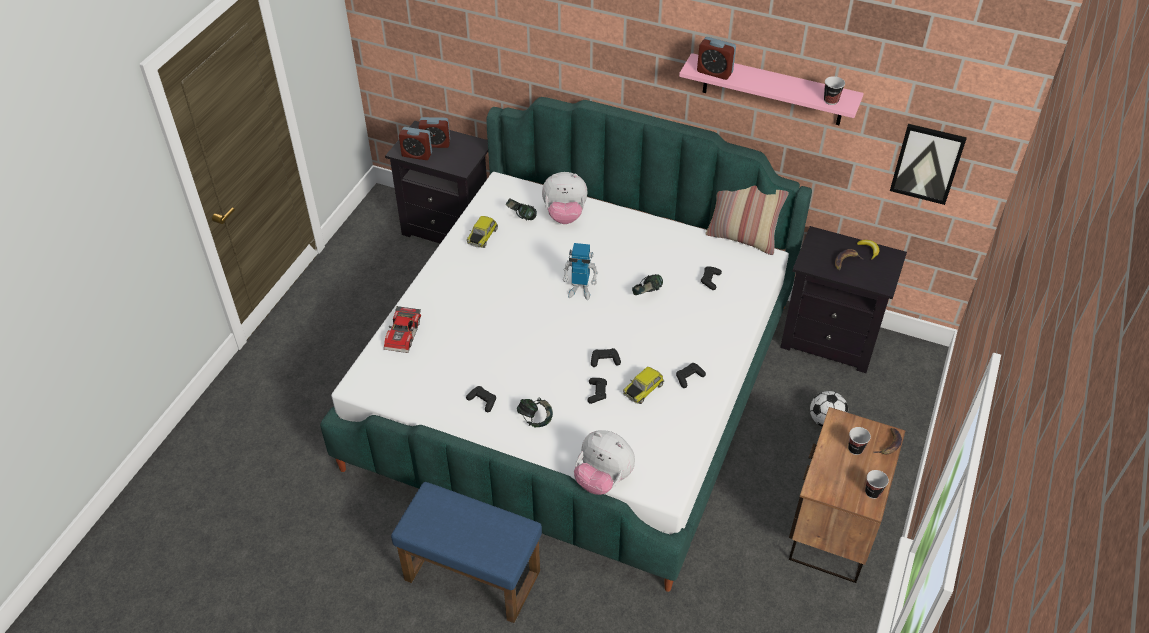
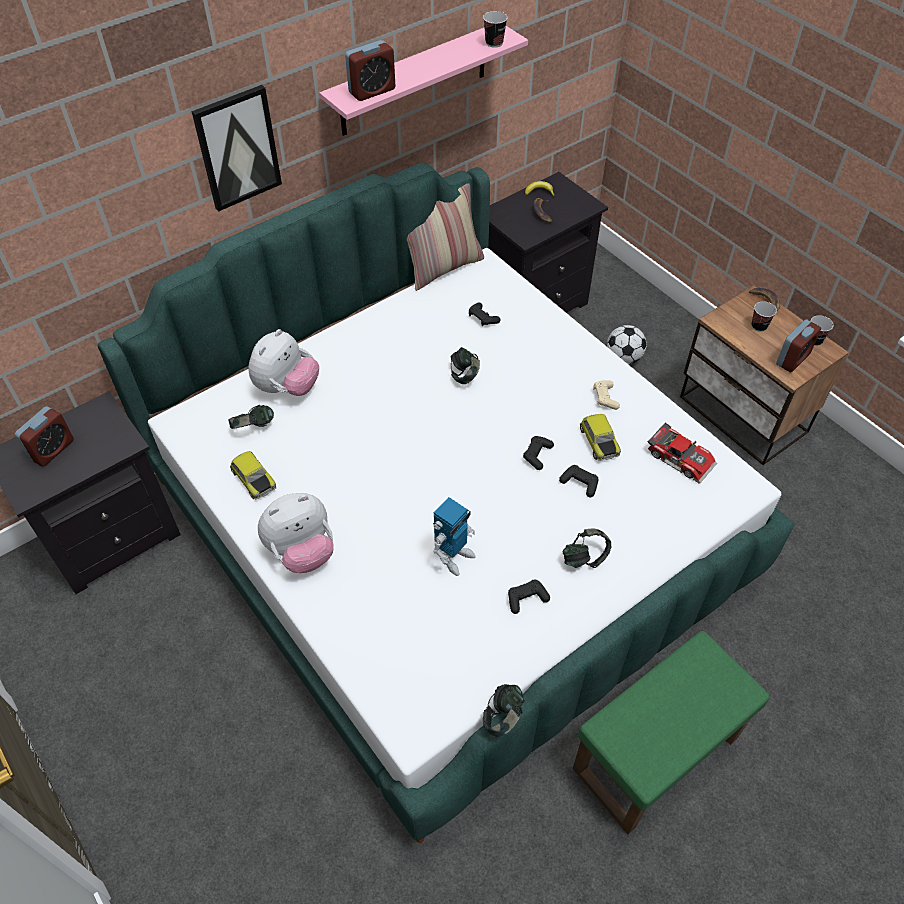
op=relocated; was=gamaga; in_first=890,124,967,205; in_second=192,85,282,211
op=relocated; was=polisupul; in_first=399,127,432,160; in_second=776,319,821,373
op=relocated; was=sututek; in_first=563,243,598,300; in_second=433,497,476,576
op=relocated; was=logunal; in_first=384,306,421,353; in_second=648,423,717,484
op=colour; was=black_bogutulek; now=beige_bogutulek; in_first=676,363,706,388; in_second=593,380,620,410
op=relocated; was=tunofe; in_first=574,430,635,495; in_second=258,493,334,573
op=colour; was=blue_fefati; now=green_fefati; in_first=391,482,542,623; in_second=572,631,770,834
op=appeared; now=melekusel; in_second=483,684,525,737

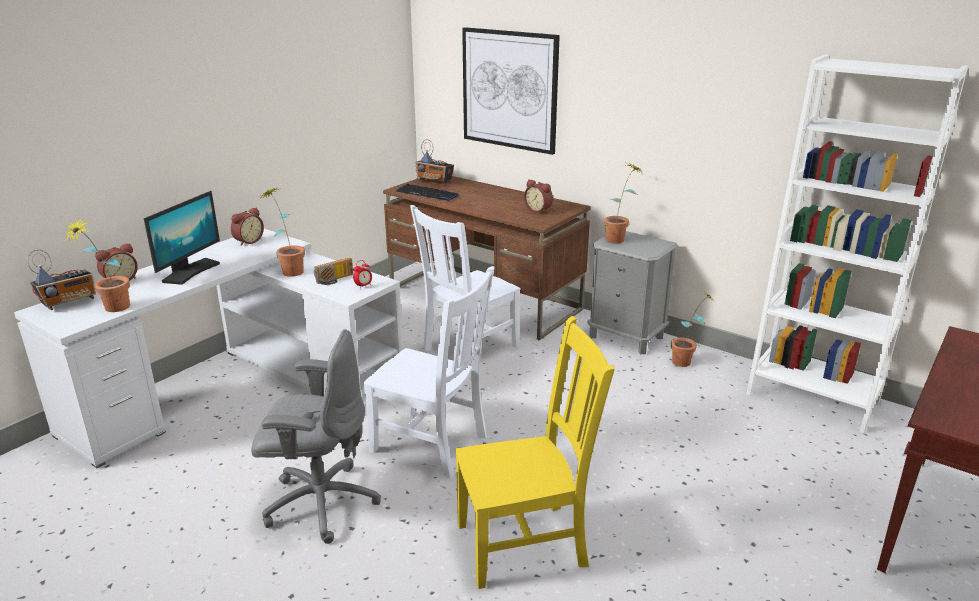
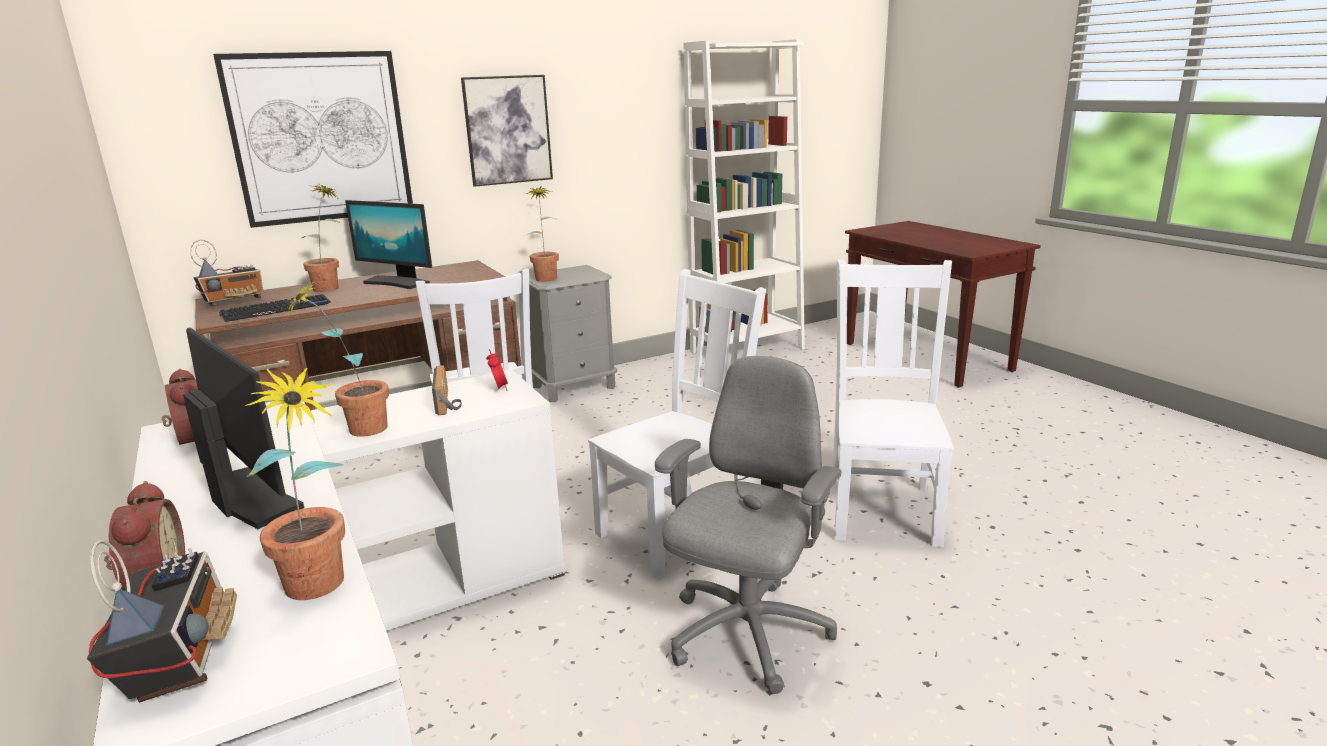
op=missing; was=polisupul; in_first=524,179,553,214
op=relocated; was=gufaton; in_first=671,291,715,367; in_second=302,183,341,292
op=colour; was=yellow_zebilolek; now=white_zebilolek; in_first=455,316,615,589; in_second=833,259,954,547
op=appeared; now=gamaga; in_second=461,75,553,187
op=appeared; now=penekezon; in_second=345,200,432,289

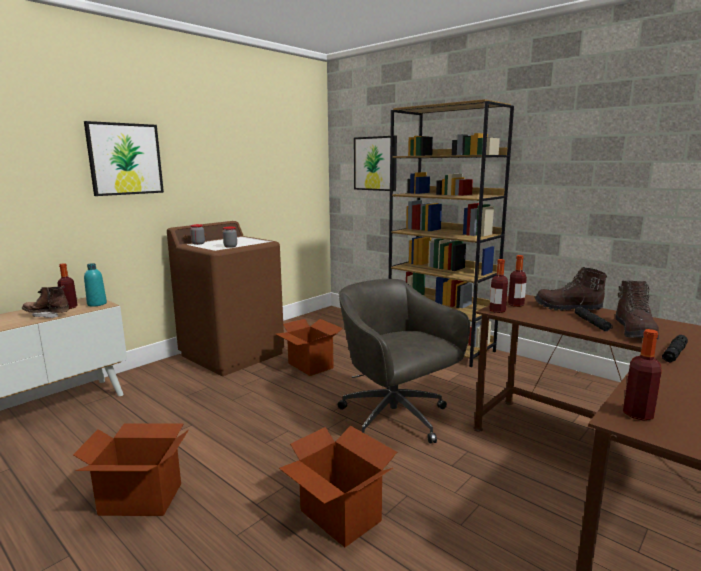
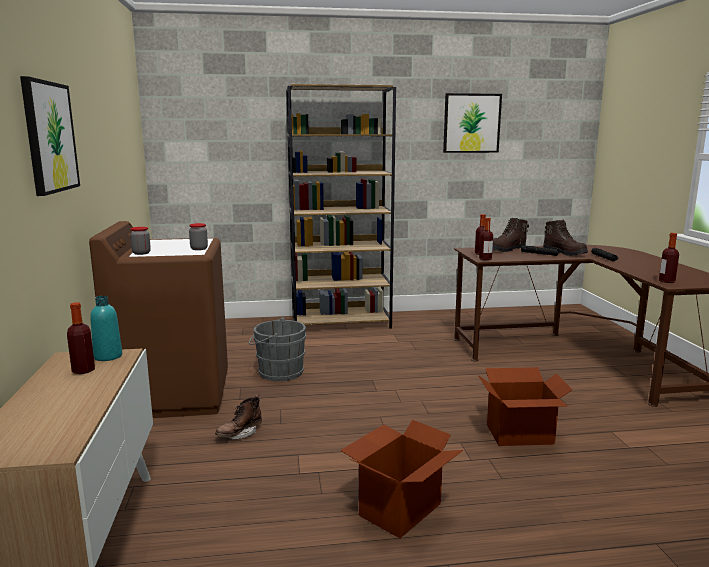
op=relocated; was=gamaga; in_first=354,136,397,191; in_second=443,93,502,153
op=missing; was=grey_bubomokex; in_first=337,279,470,444
op=relocated; was=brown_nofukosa; in_first=22,285,69,319; in_second=215,394,262,440
op=exchanged; was=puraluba; now=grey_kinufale; in_first=276,319,343,376; in_second=249,317,307,381

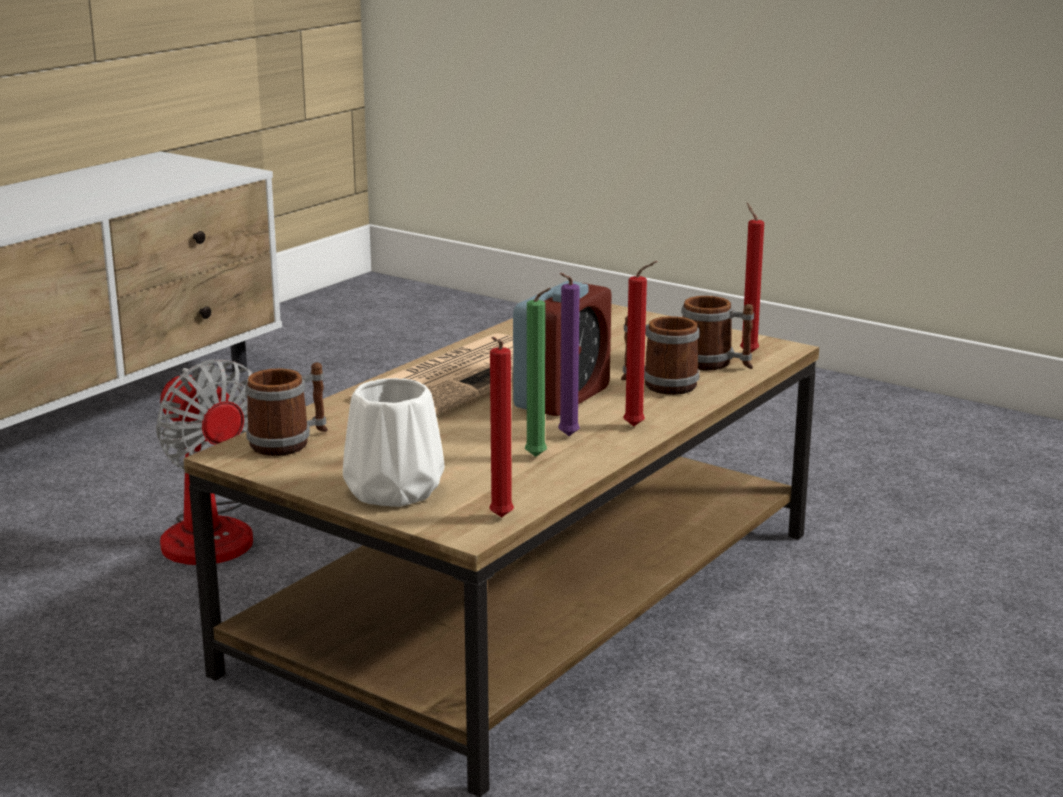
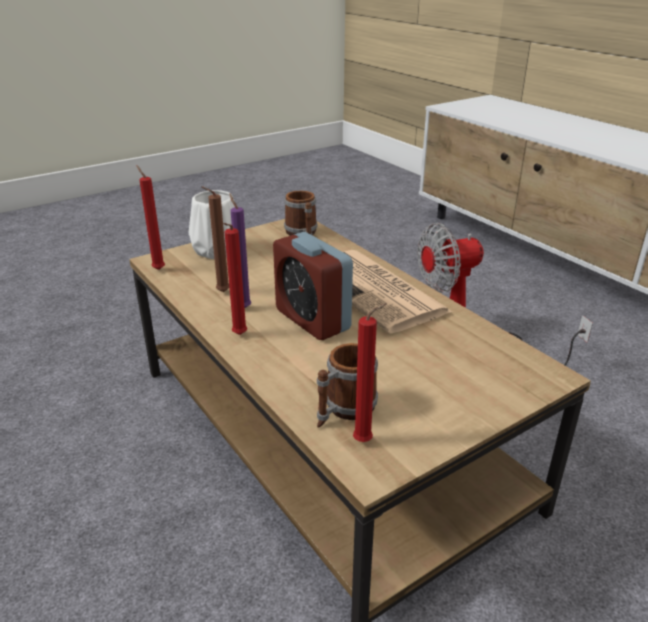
op=colour; was=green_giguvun; now=brown_giguvun; in_first=525,288,551,457; in_second=201,186,229,292
op=missing; was=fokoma; in_first=621,316,700,395

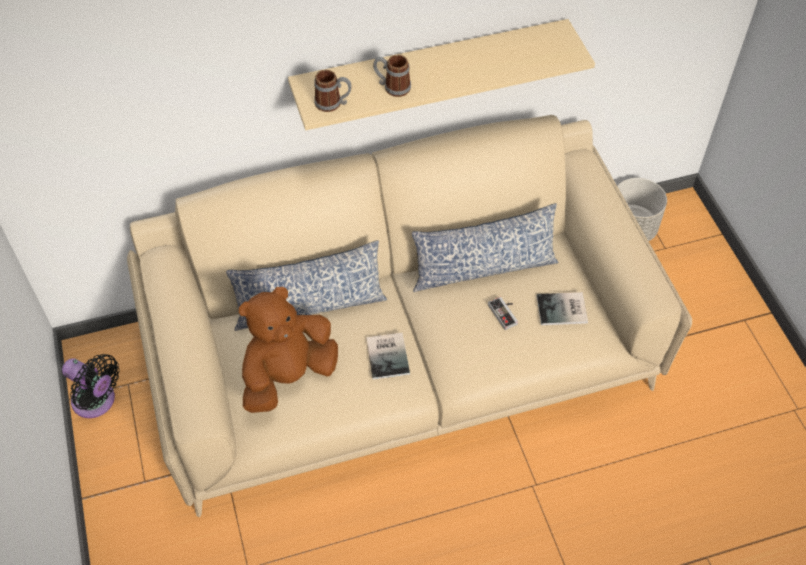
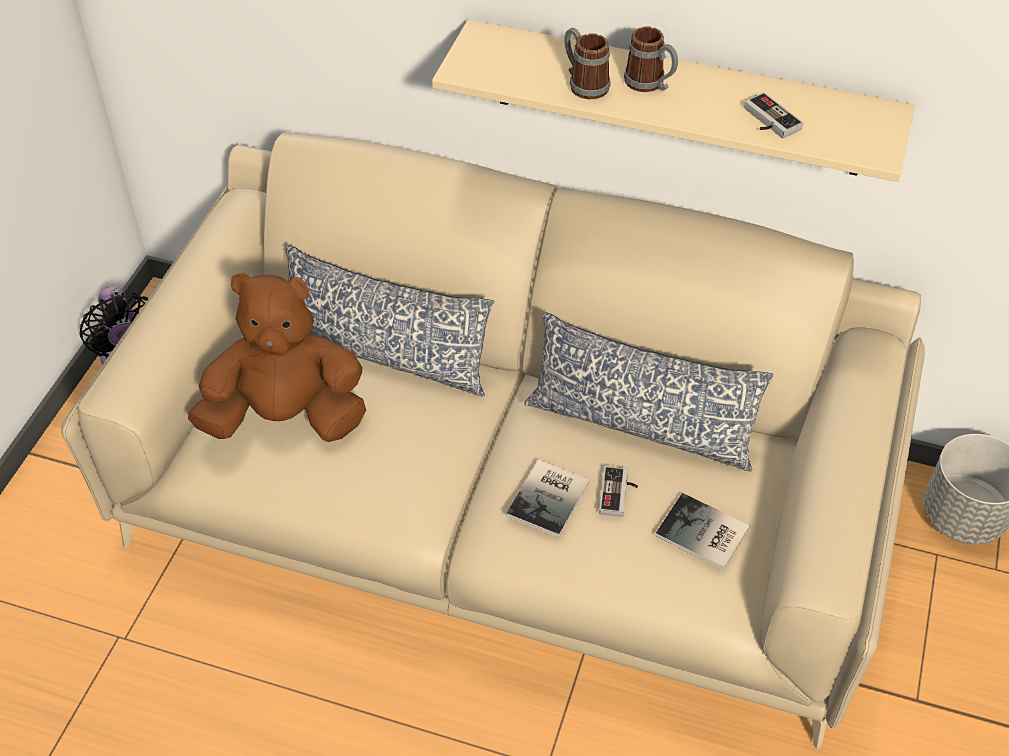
op=relocated; was=fokoma; in_first=314,70,352,112; in_second=624,26,678,92
op=relocated; was=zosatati; in_first=366,333,410,379; in_second=506,460,590,537
op=appeared; now=bogutulek; in_second=744,92,803,139

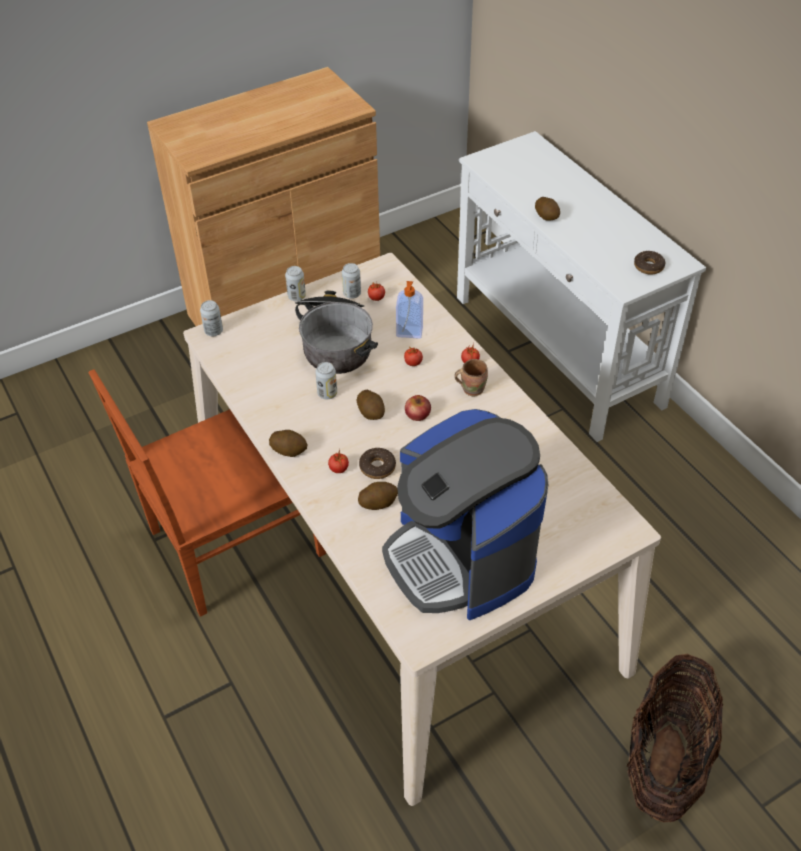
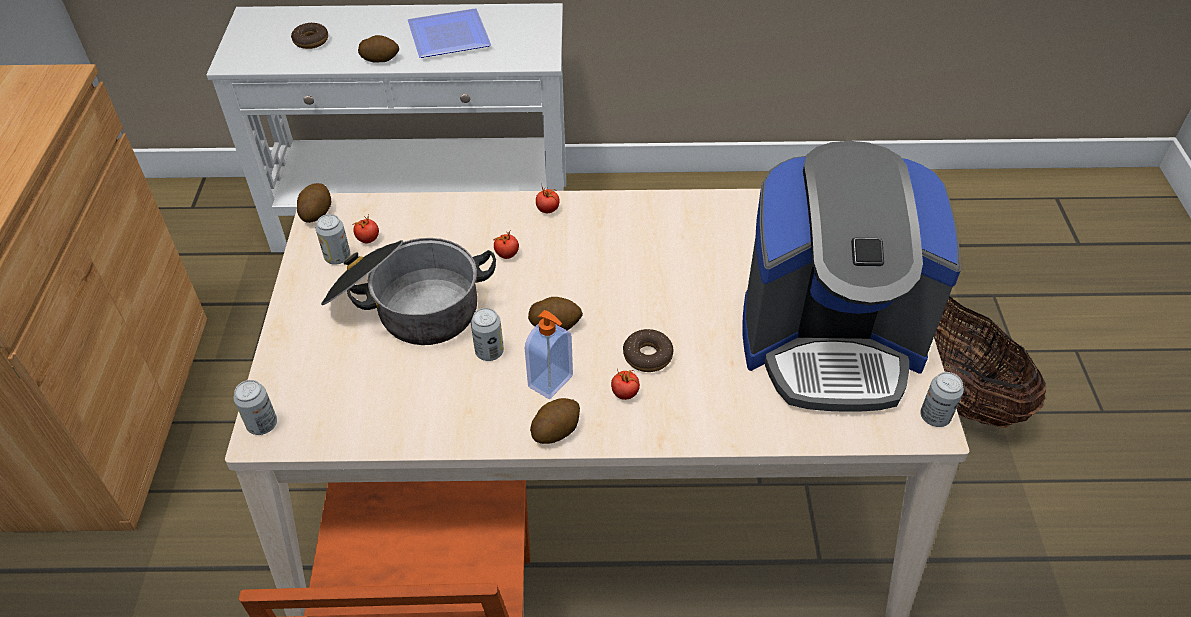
op=relocated; was=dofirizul; in_first=634,251,665,275; in_second=291,23,328,49
op=relocated; was=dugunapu; in_first=285,266,306,301; in_second=920,372,964,427
op=relocated; was=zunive; in_first=396,281,423,339; in_second=525,310,573,399
op=missing; was=brown_fokoma; in_first=455,359,488,396
op=missing; was=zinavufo; in_first=405,395,431,421
op=relocated; was=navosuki; in_first=358,482,398,510; in_second=297,183,331,223
op=appeared; now=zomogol; in_second=408,8,491,58

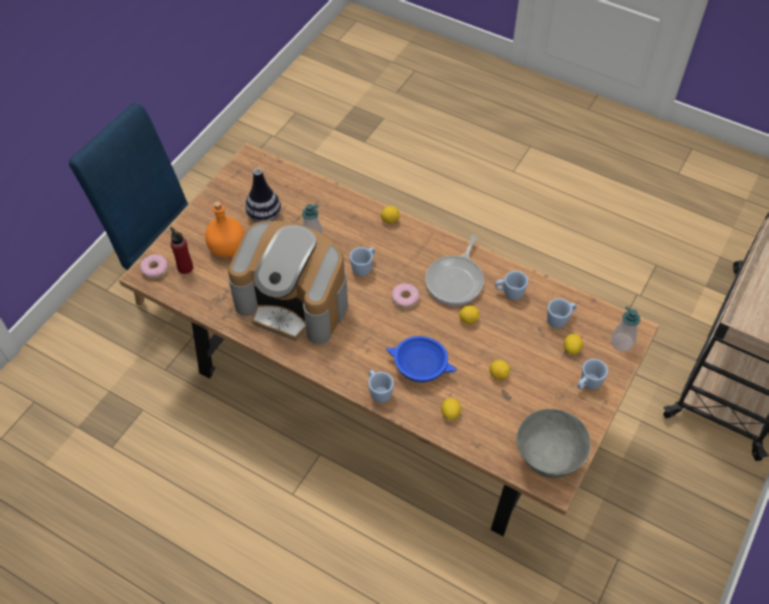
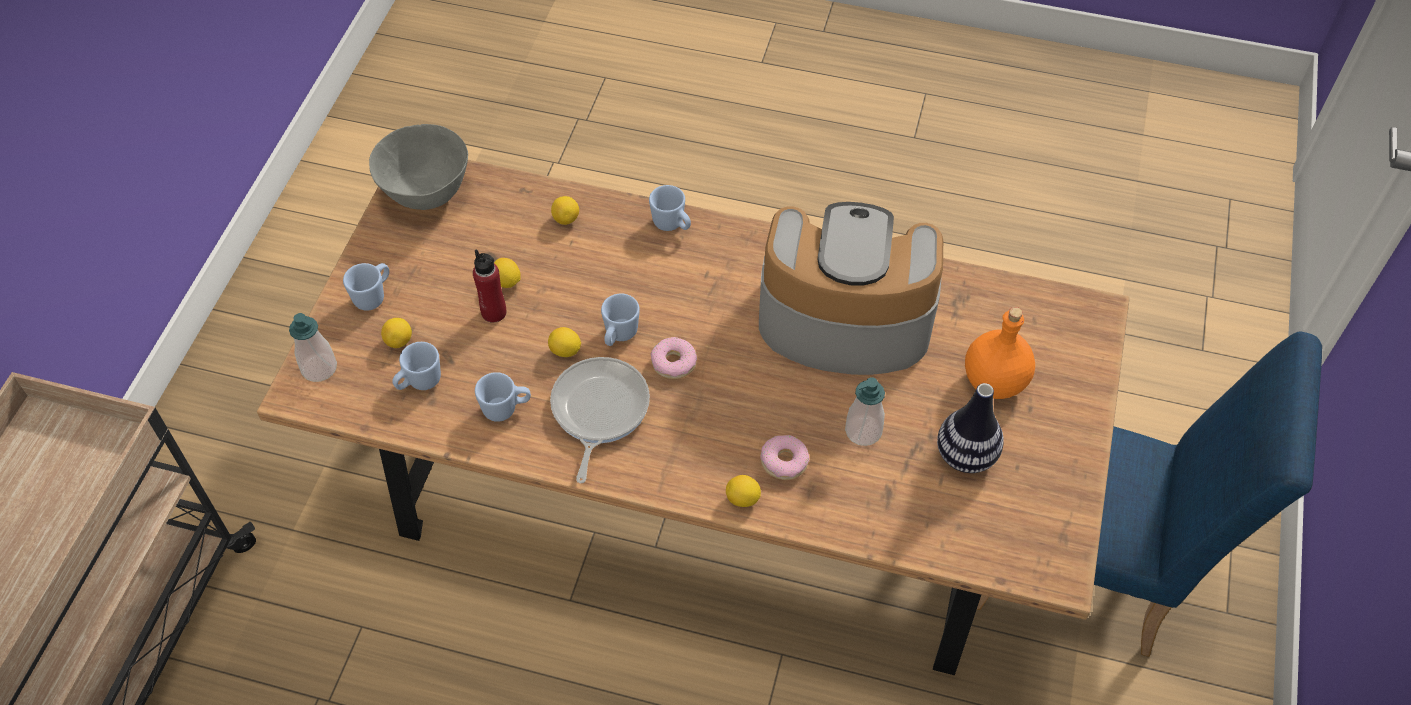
op=relocated; was=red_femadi; in_first=170,227,193,274; in_second=473,249,506,323
op=relocated; was=blue_fokoma; in_first=350,247,375,276; in_second=601,294,640,346
op=relocated; was=dofirizul; in_first=140,254,168,279; in_second=760,435,810,480
op=missing; was=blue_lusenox; in_first=386,336,457,382

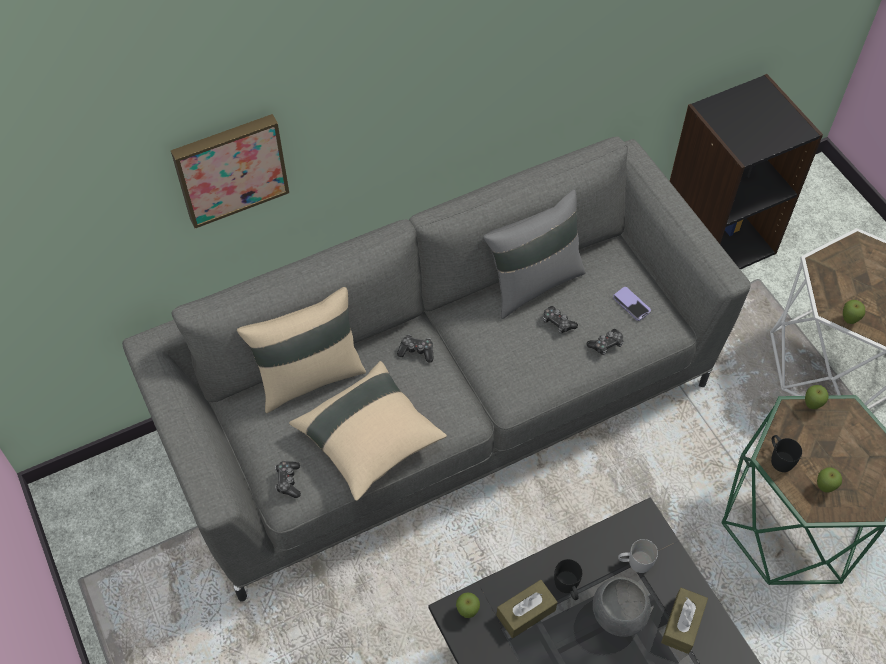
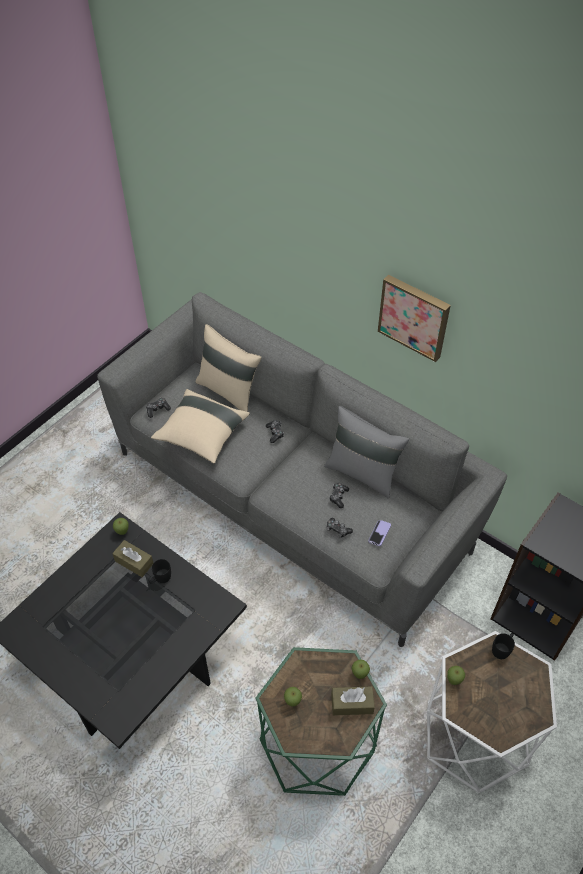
op=relocated; was=gamaga; in_first=171,114,289,229; in_second=378,274,451,362
op=relocated; was=black_fokoma; in_first=771,435,802,472; in_second=492,633,515,659
op=missing; was=white_fokoma; in_first=618,539,658,573
op=missing; was=grey_lusenox; in_first=593,577,651,637
op=relocated; was=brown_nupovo; in_first=661,588,708,654; in_second=331,686,375,715

